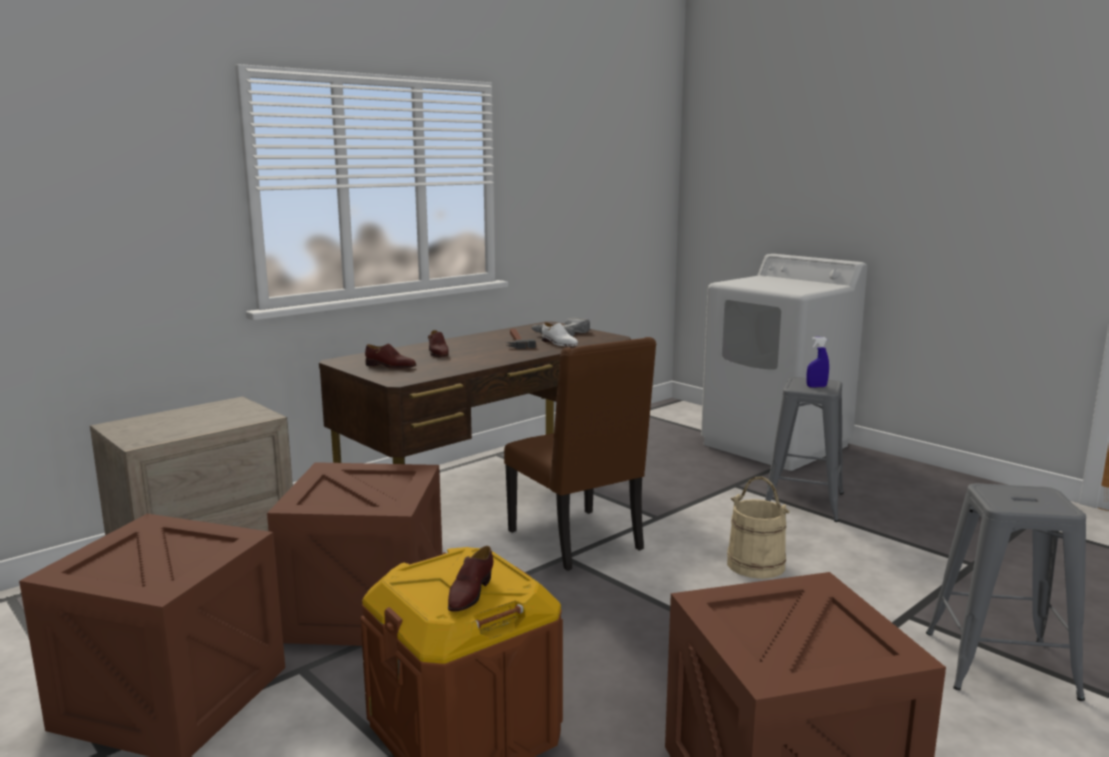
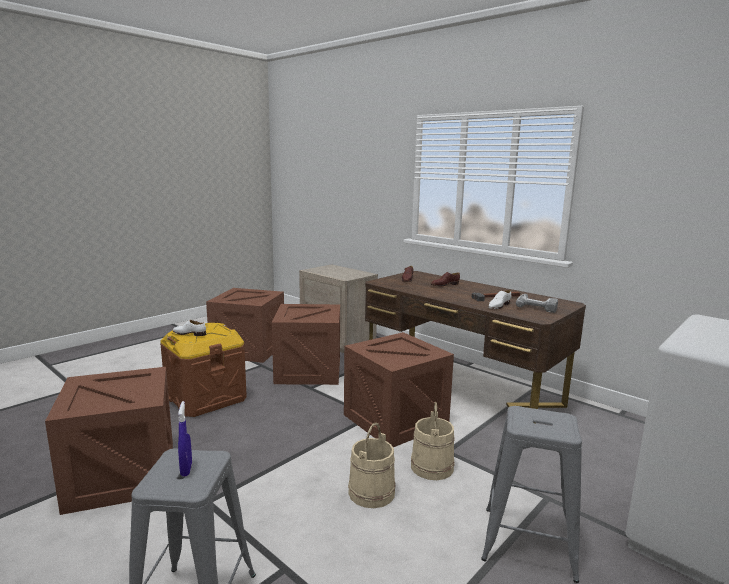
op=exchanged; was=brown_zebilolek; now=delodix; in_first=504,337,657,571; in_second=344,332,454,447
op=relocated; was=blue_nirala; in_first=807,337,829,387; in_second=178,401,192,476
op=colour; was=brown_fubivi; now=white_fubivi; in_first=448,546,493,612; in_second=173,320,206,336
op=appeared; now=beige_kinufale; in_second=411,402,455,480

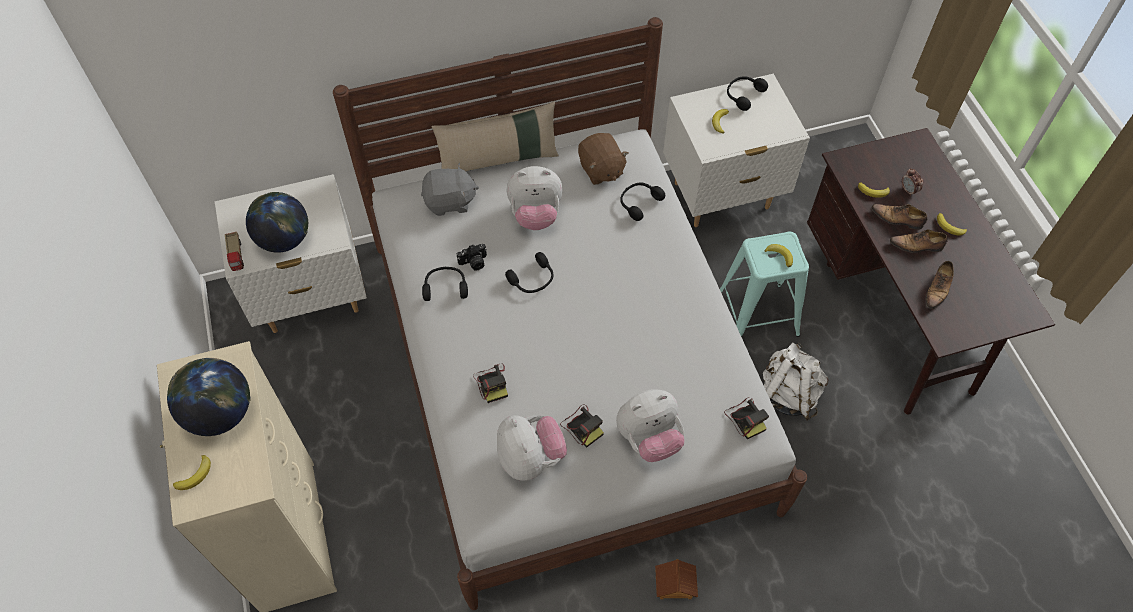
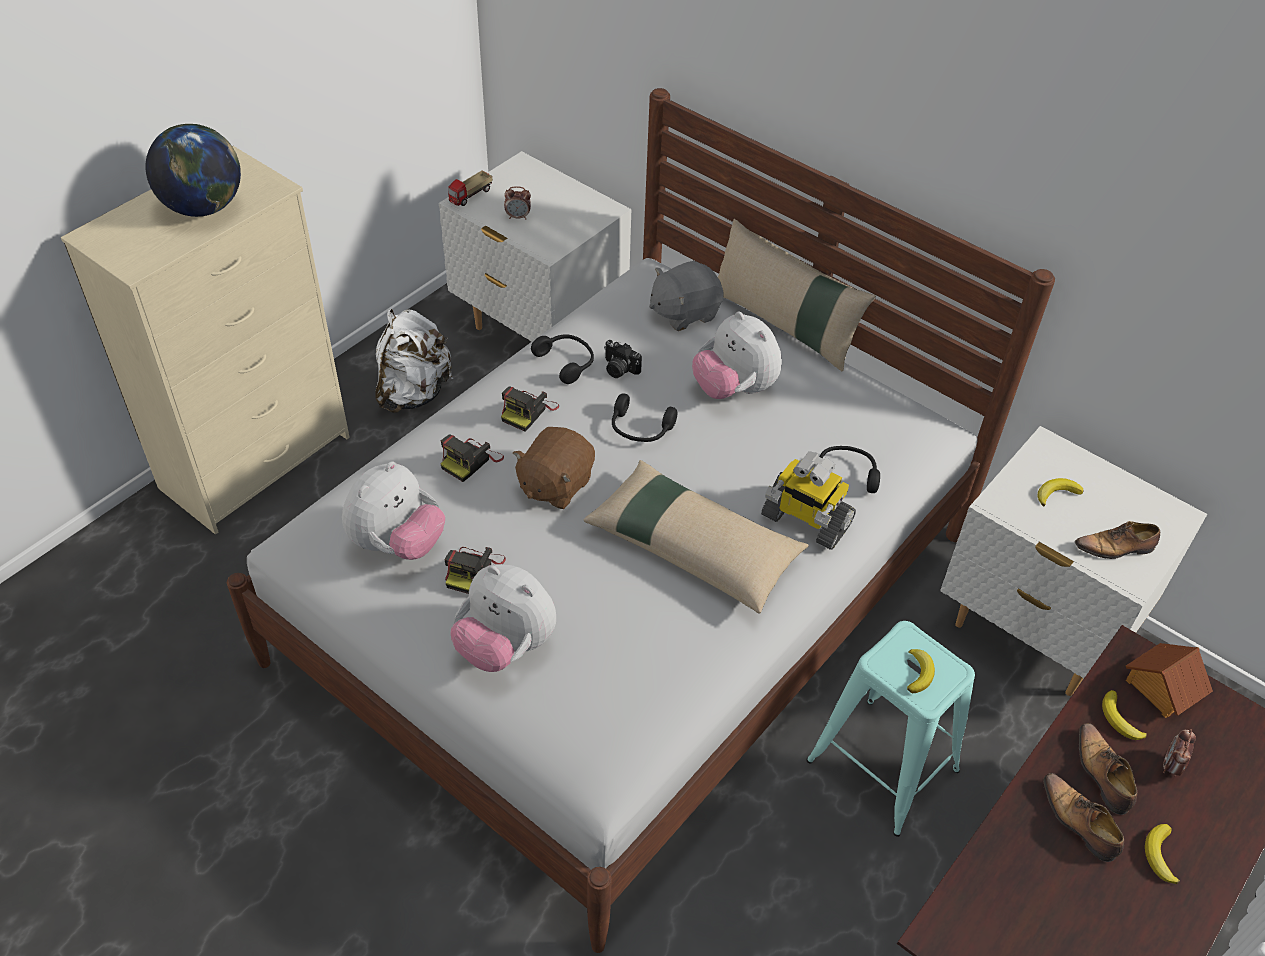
op=missing; was=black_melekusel; in_first=727,76,768,111
op=relocated; was=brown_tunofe; in_first=578,133,629,185; in_second=513,427,595,509
op=spun; was=grey_tunofe; in_first=421,163,479,216; in_second=649,261,724,331; clockwise=105
op=exchanged; was=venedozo; now=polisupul; in_first=246,192,308,253; in_second=504,186,531,219
op=relocated; was=fubivi; in_first=926,261,954,309; in_second=1075,521,1160,559
op=relocated; was=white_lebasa; in_first=763,342,829,421; in_second=376,309,453,413
op=relocated; was=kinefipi; in_first=724,397,769,440; in_second=501,386,559,431
op=missing; was=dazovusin; in_first=173,455,211,490
op=relocated; was=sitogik; in_first=655,559,698,599; in_second=1126,643,1213,718
op=appeared; now=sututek; in_second=761,451,856,550
op=appeared; now=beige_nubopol; in_second=584,460,809,614

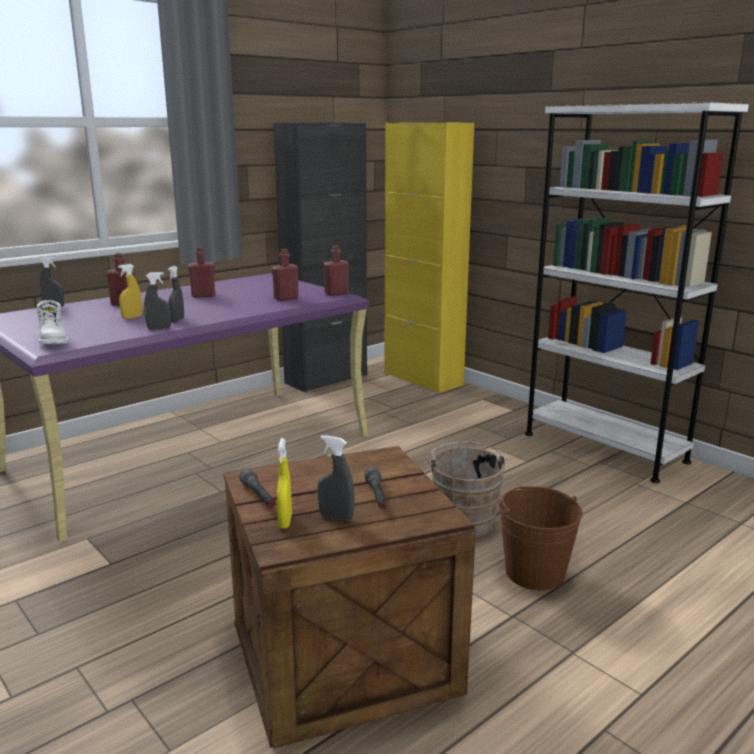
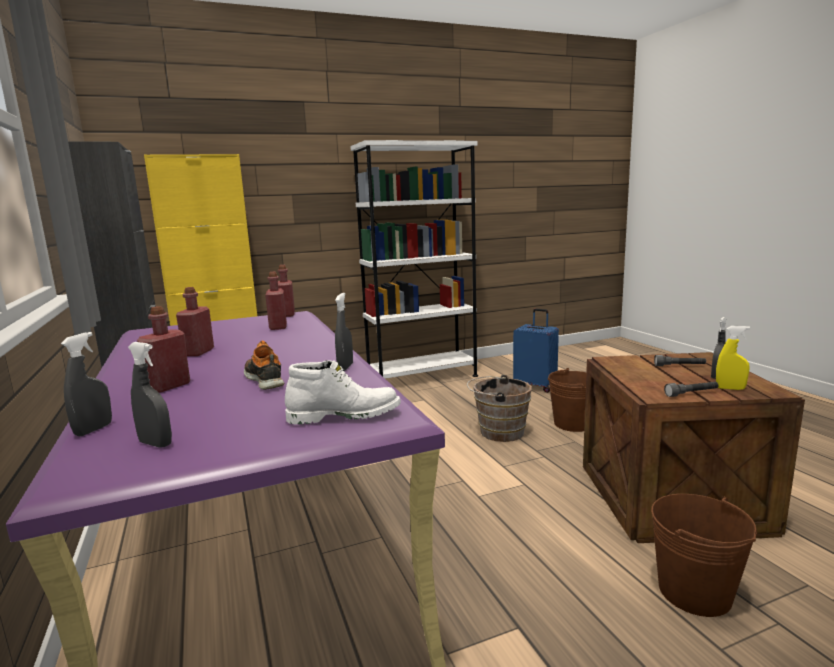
op=exchanged; was=yellow_nirala; now=fubivi; in_first=118,264,142,319; in_second=244,341,284,390
op=relocated; was=grey_nirala; in_first=168,266,184,322; in_second=128,342,172,448
op=appeared; now=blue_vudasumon; in_second=513,309,559,393
op=appeared; now=brown_kinufale; in_second=651,494,757,617

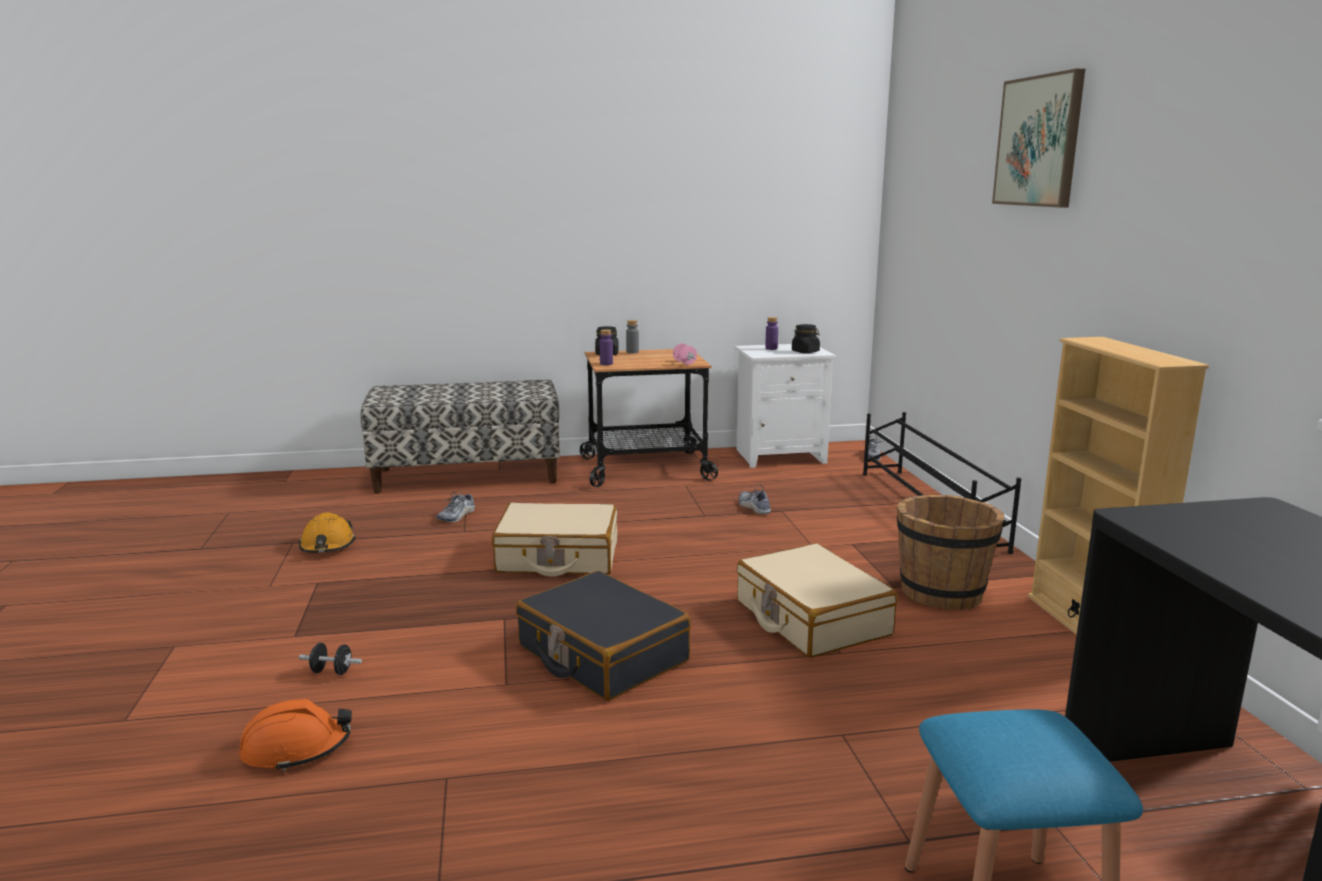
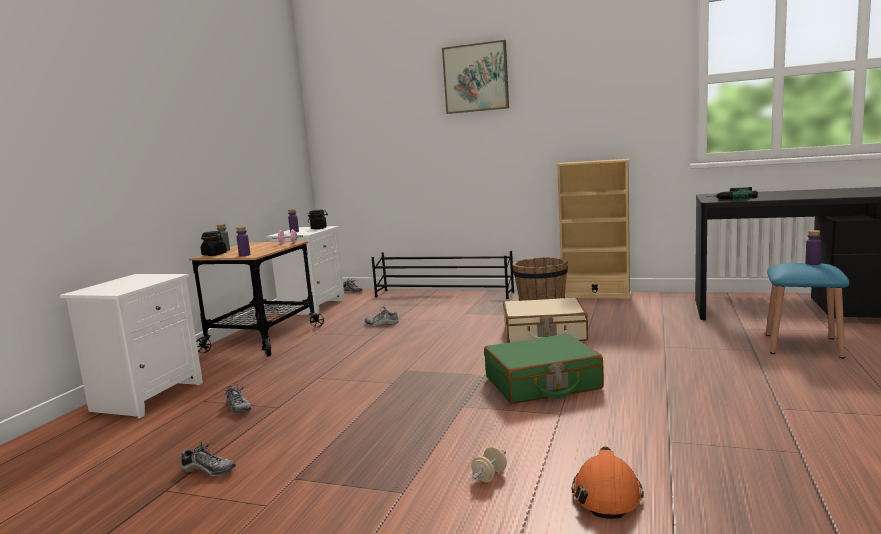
op=exchanged; was=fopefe; now=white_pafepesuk; in_first=360,380,560,494; in_second=60,274,203,418
op=missing; was=beige_vudasumon; in_first=492,503,617,576
op=exchanged; was=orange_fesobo; now=fubivi; in_first=299,512,355,553; in_second=181,442,236,477
op=colour; was=black_vudasumon; now=green_vudasumon; in_first=516,571,691,701; in_second=484,334,604,404
op=colour; was=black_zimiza; now=beige_zimiza; in_first=299,643,362,675; in_second=471,446,507,482
op=appeared; now=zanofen; in_second=706,187,758,200
op=appeared; now=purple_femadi; in_second=805,230,821,265

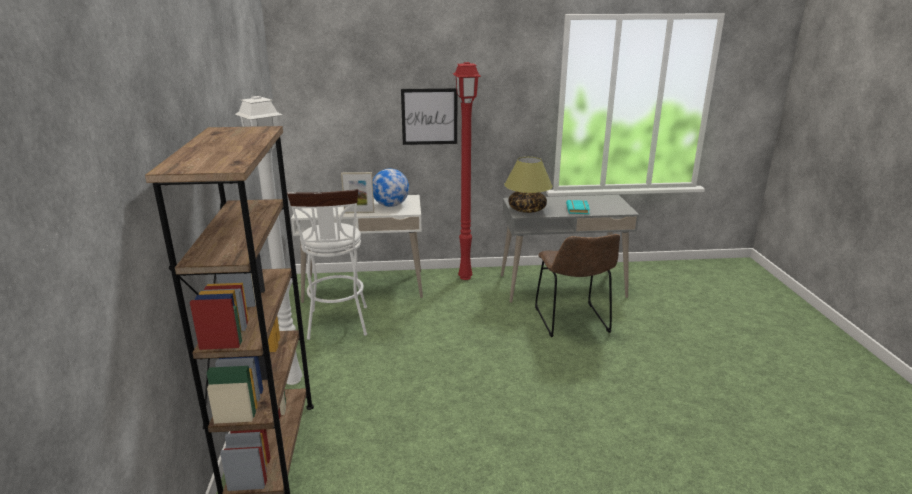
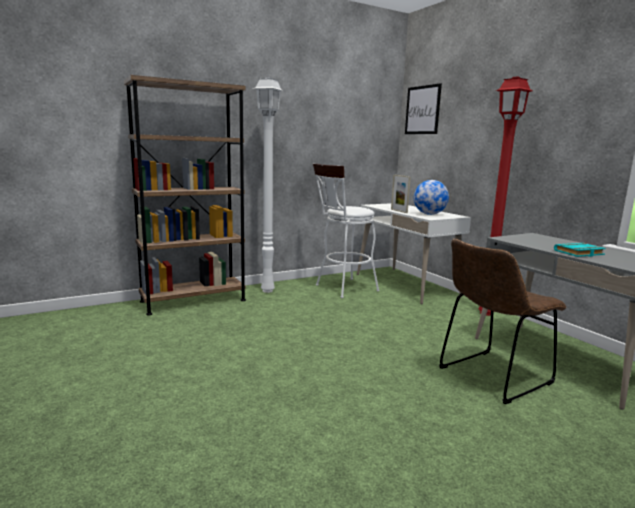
op=relocated; was=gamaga; in_first=401,88,457,145; in_second=405,83,442,134
op=missing; was=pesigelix; in_first=504,157,552,213

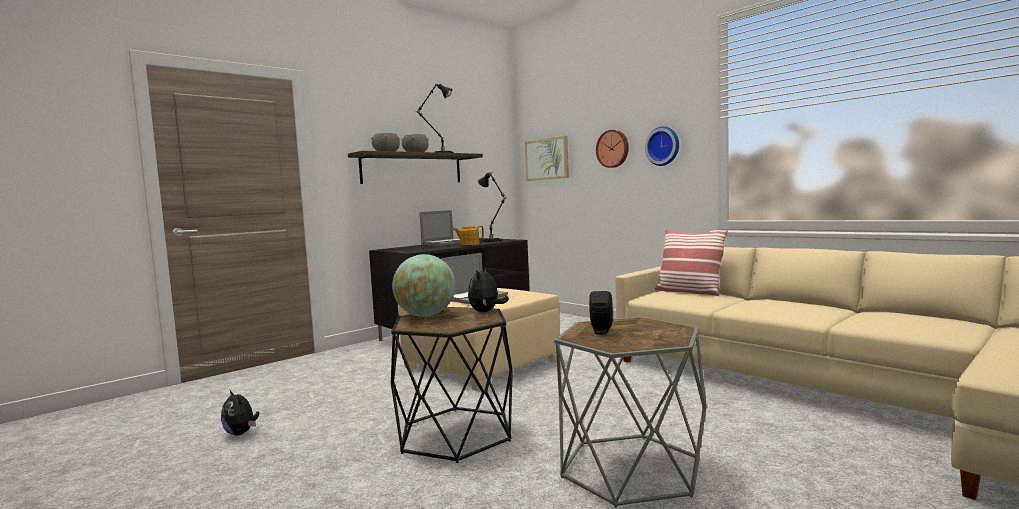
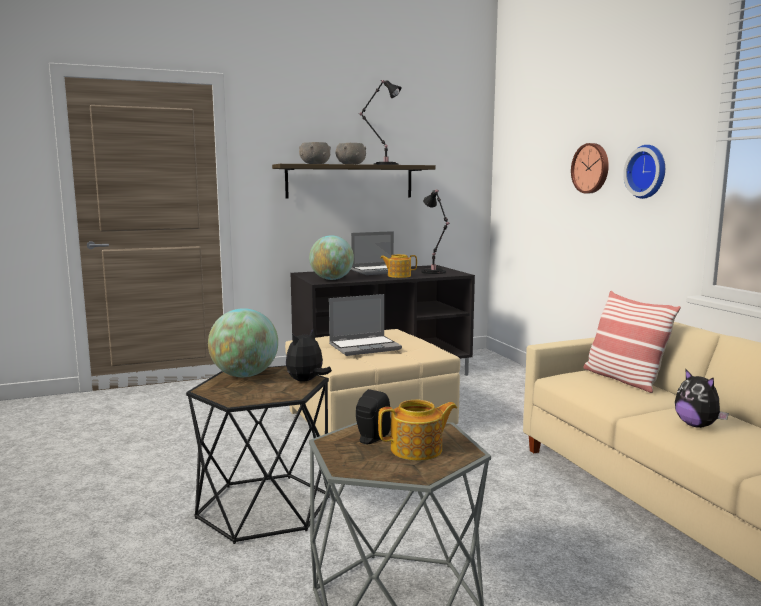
op=missing; was=gamaga; in_first=525,136,569,181
op=relocated; was=tunofe; in_first=221,389,259,436; in_second=675,368,729,428
op=appeared; now=venedozo; in_second=309,235,354,280
op=appeared; now=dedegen; in_second=378,400,457,461

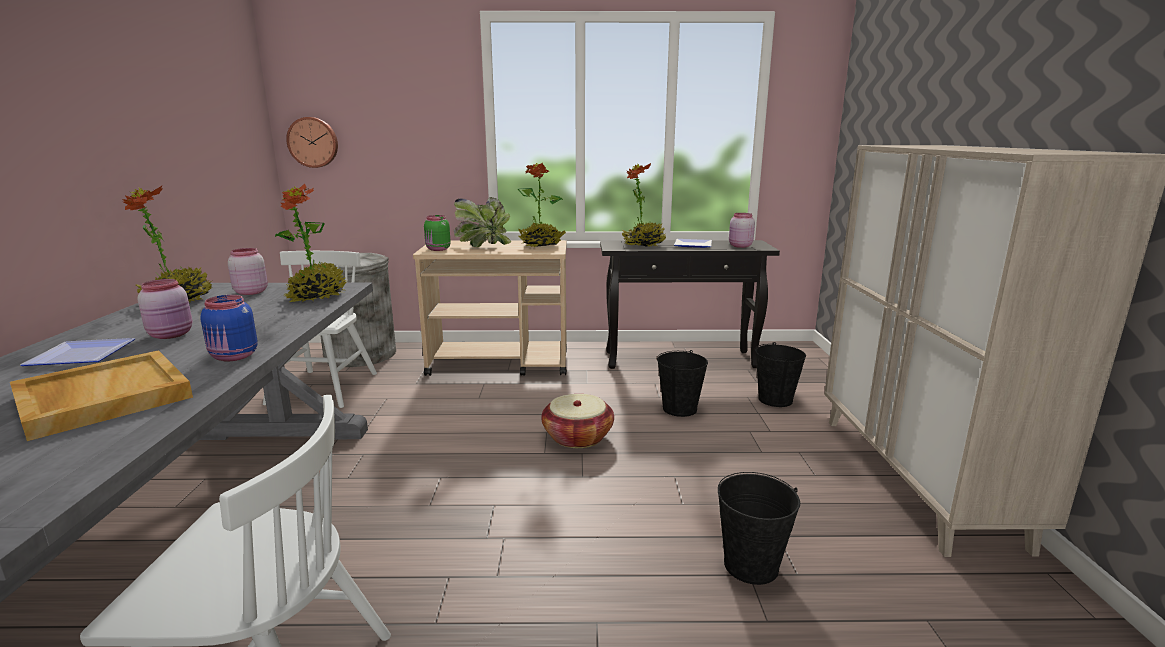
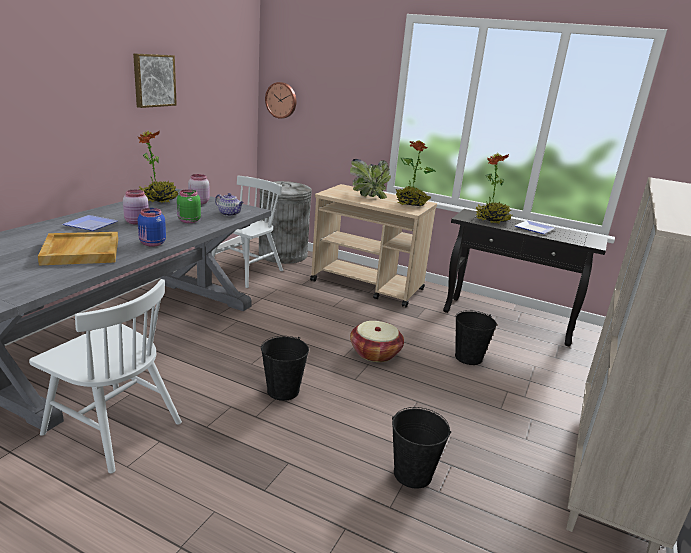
op=exchanged; was=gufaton; now=dedegen; in_first=275,184,347,302; in_second=215,193,244,216
op=missing; was=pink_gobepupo; in_first=729,213,755,248
op=relocated; was=green_gobepupo; in_first=424,215,451,251; in_second=177,189,201,223
op=relocated; was=black_kinufale; in_first=755,342,806,407; in_second=261,336,309,401
op=appeared; now=gamaga; in_second=133,53,177,108

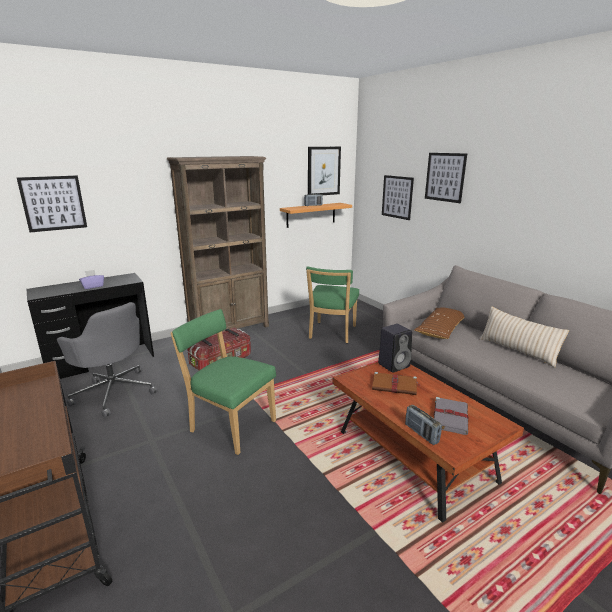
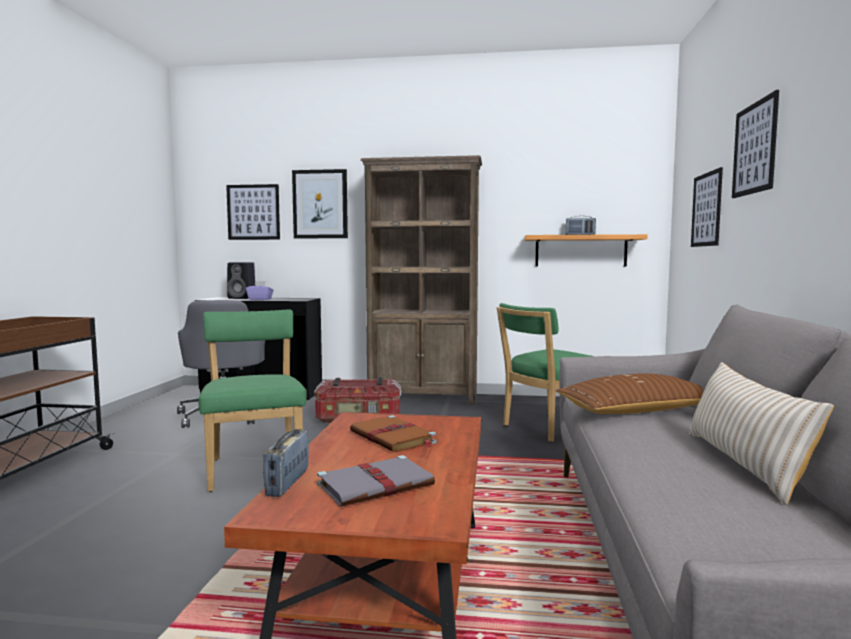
op=relocated; was=gamaga; in_first=308,147,341,195; in_second=292,169,348,238
op=relocated; was=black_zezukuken; in_first=378,324,412,373; in_second=227,262,255,299

